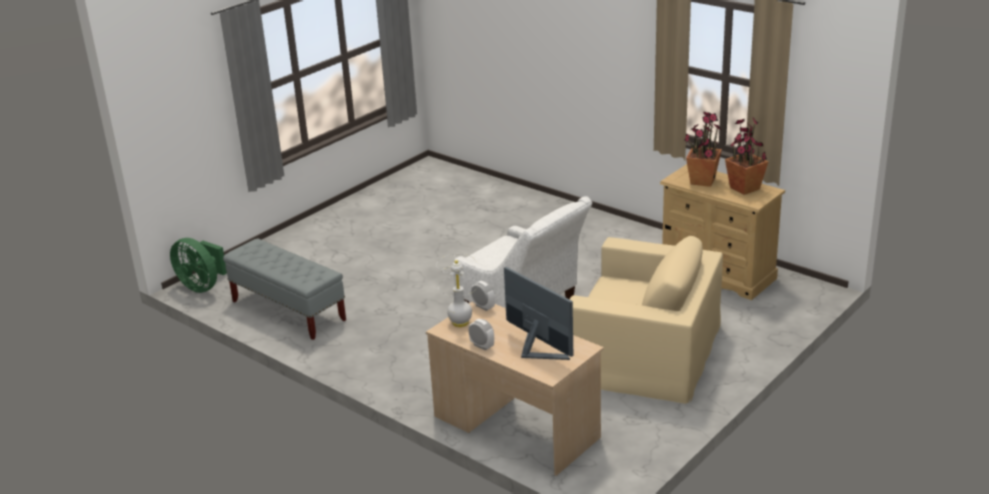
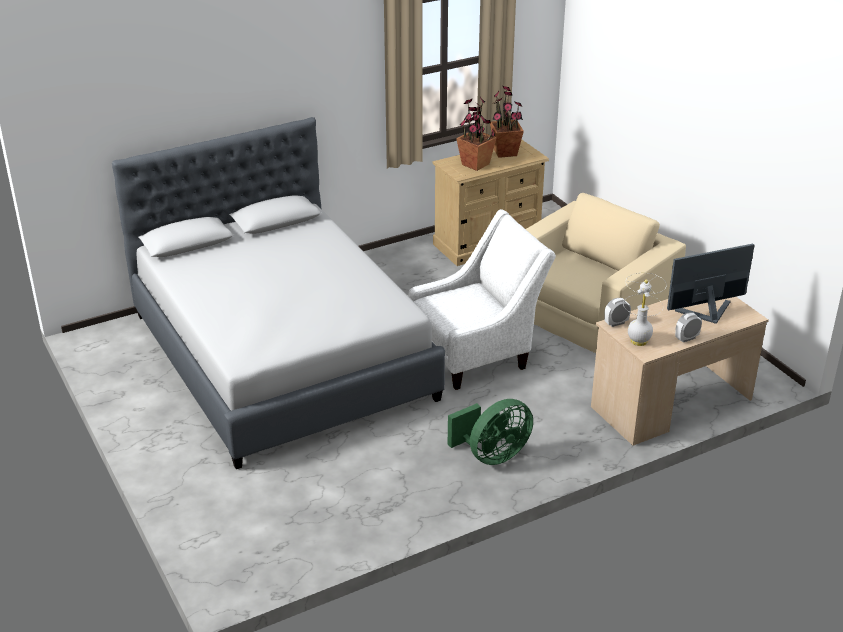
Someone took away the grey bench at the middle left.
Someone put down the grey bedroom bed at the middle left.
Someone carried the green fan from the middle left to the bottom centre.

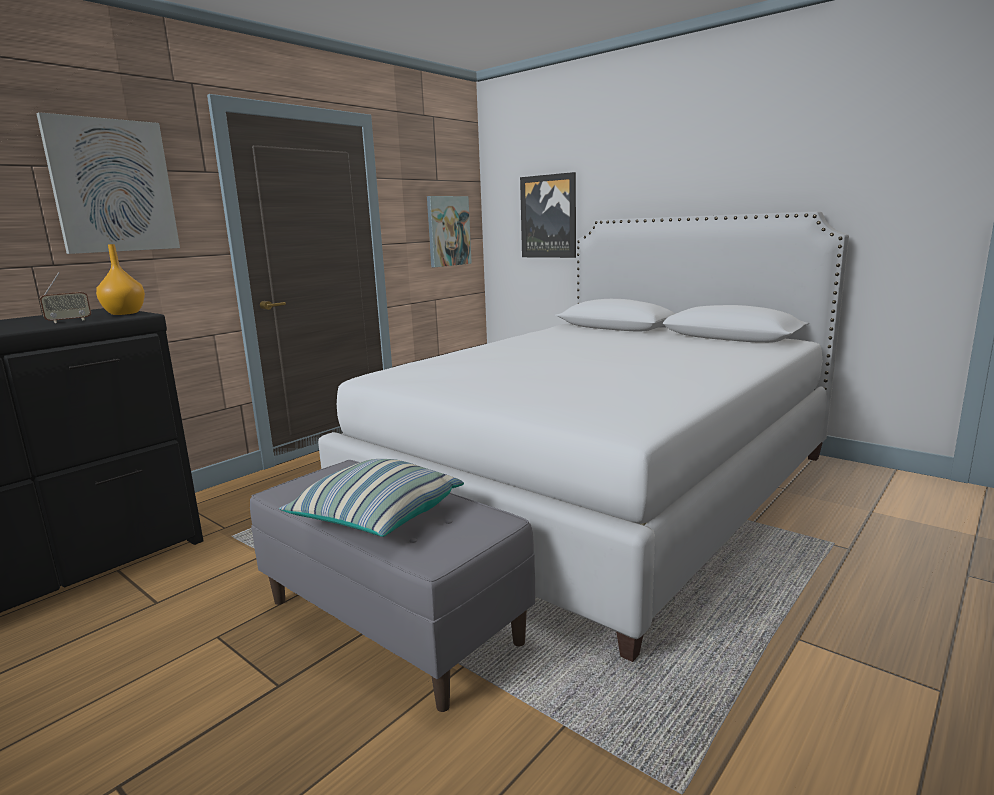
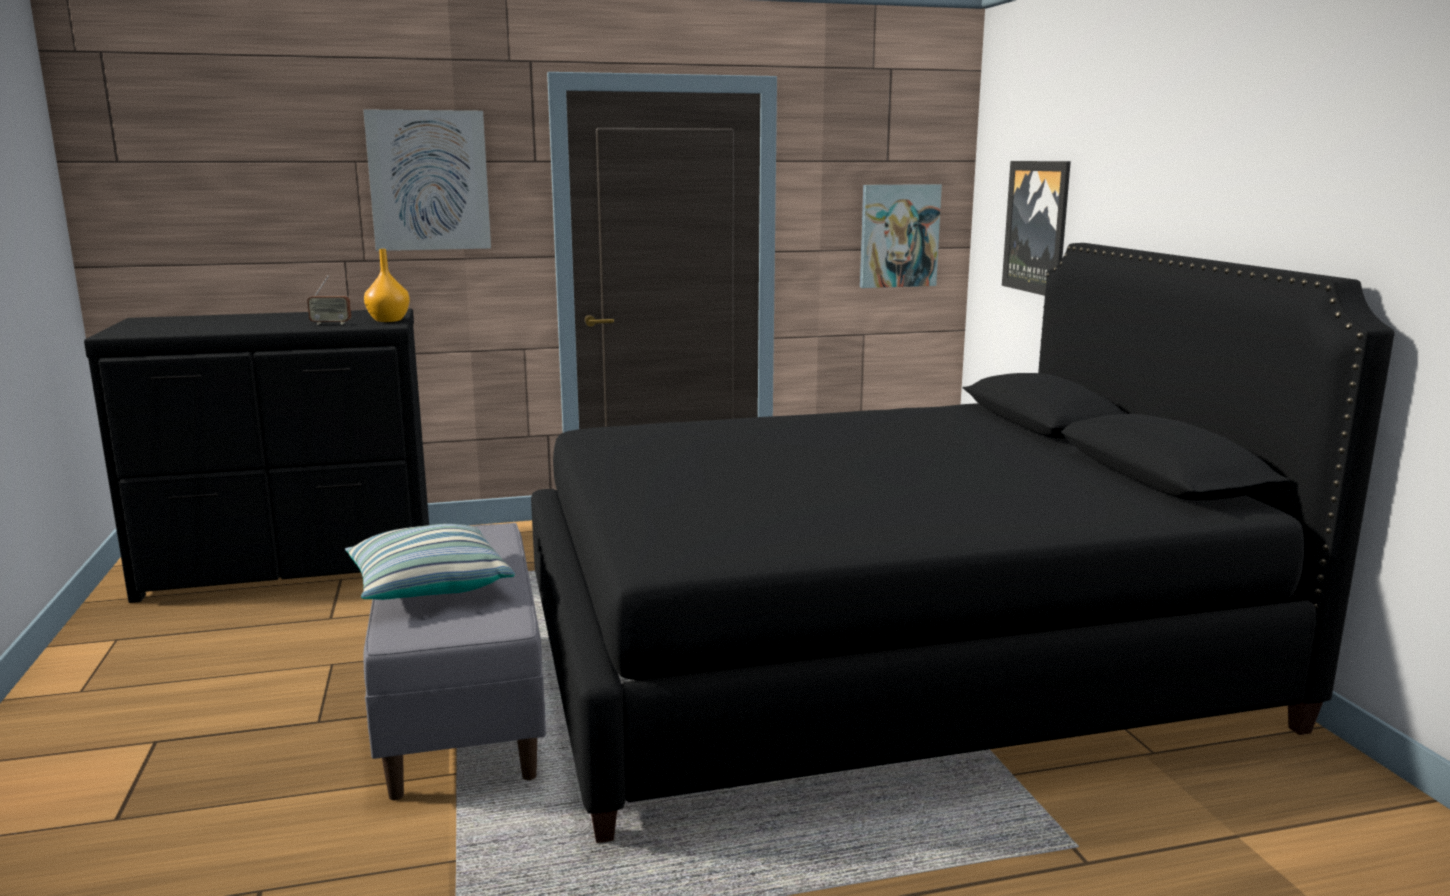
Someone repainted the white bedroom bed at the centre, which became the black-coloured bedroom bed at the centre.

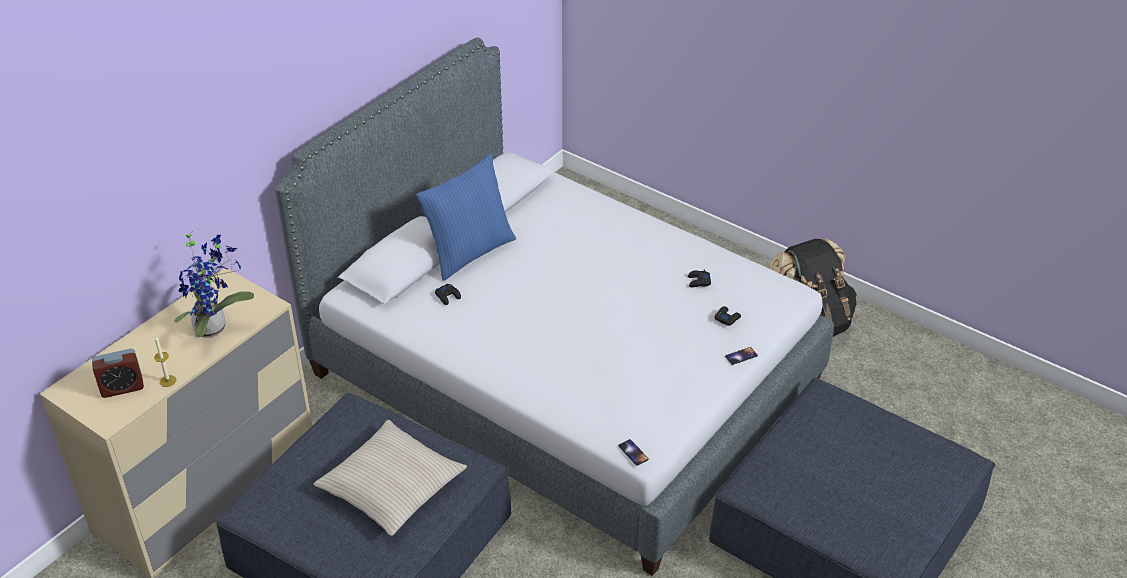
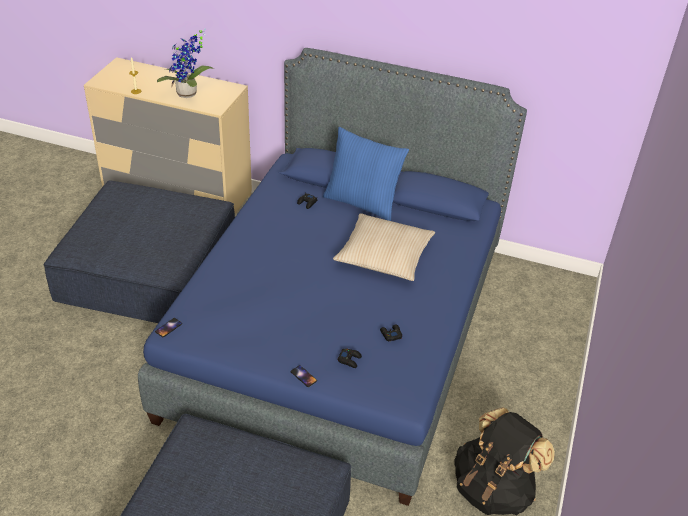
Someone took away the bedside clock at the middle left.
Someone carried the beige-coloured cushion from the bottom centre to the centre.
Someone repainted the grey bedroom bed at the centre, which became the blue bedroom bed at the centre.

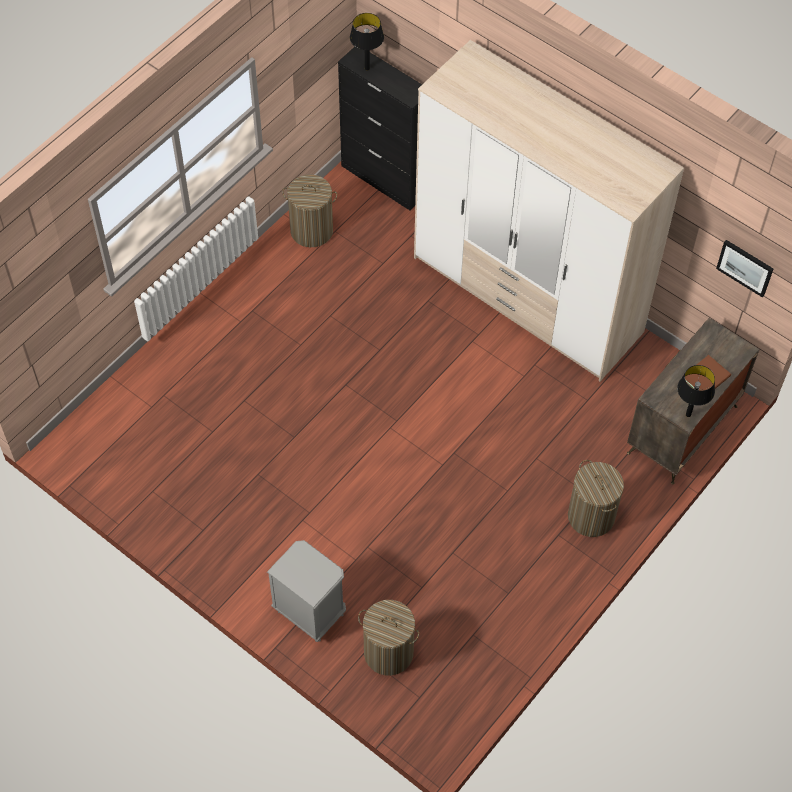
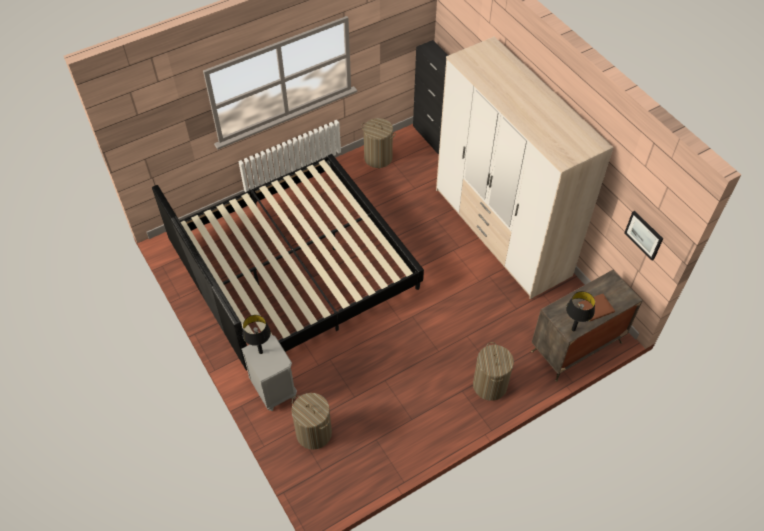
Someone put down the bedroom bed at the centre.
Someone carried the black-coloured tabletop lamp (1st from left) from the top centre to the centre.

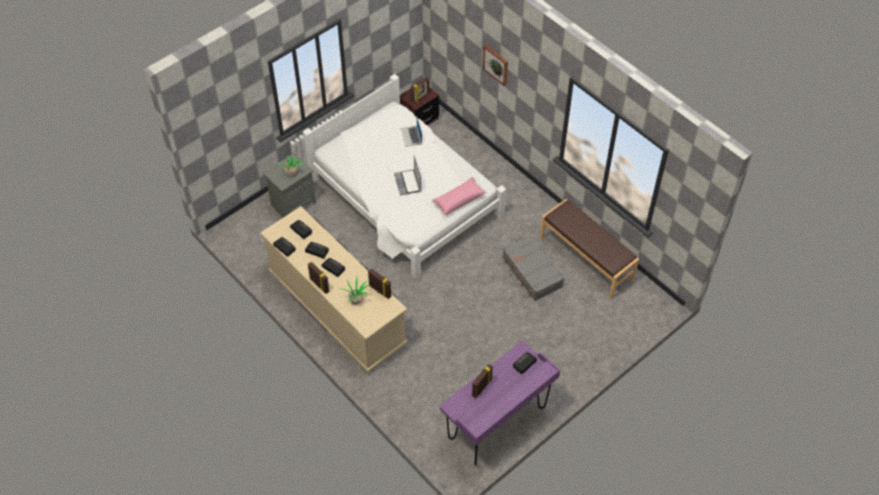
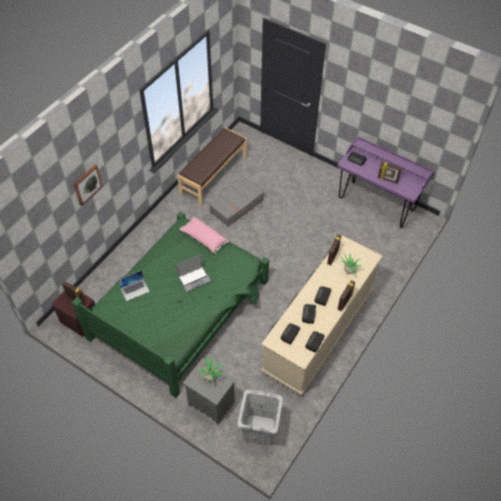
Someone put down the grey hamper at the bottom centre.
Someone repainted the white bedroom bed at the centre, which became the green bedroom bed at the centre.

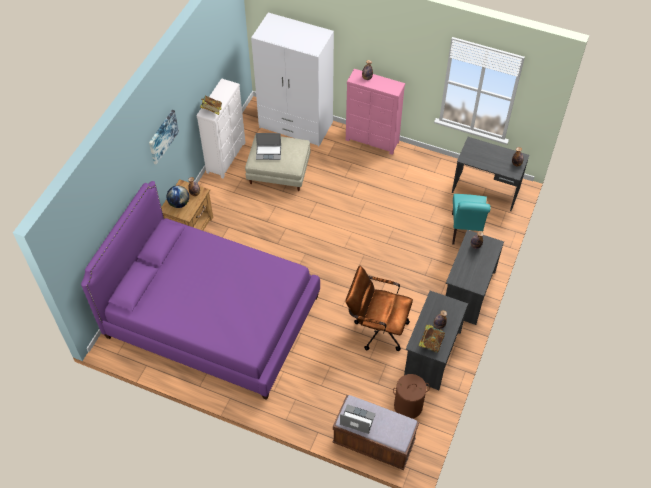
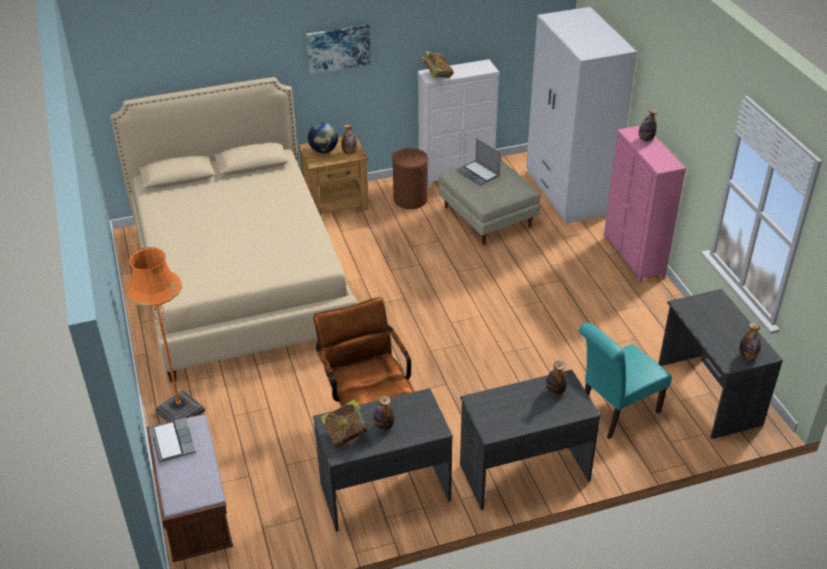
Someone put down the orangey floor lamp at the middle left.
Someone carried the brownish hamper from the bottom centre to the top centre.
Someone repainted the purplish bedroom bed at the middle left, which became the beige-coloured bedroom bed at the middle left.

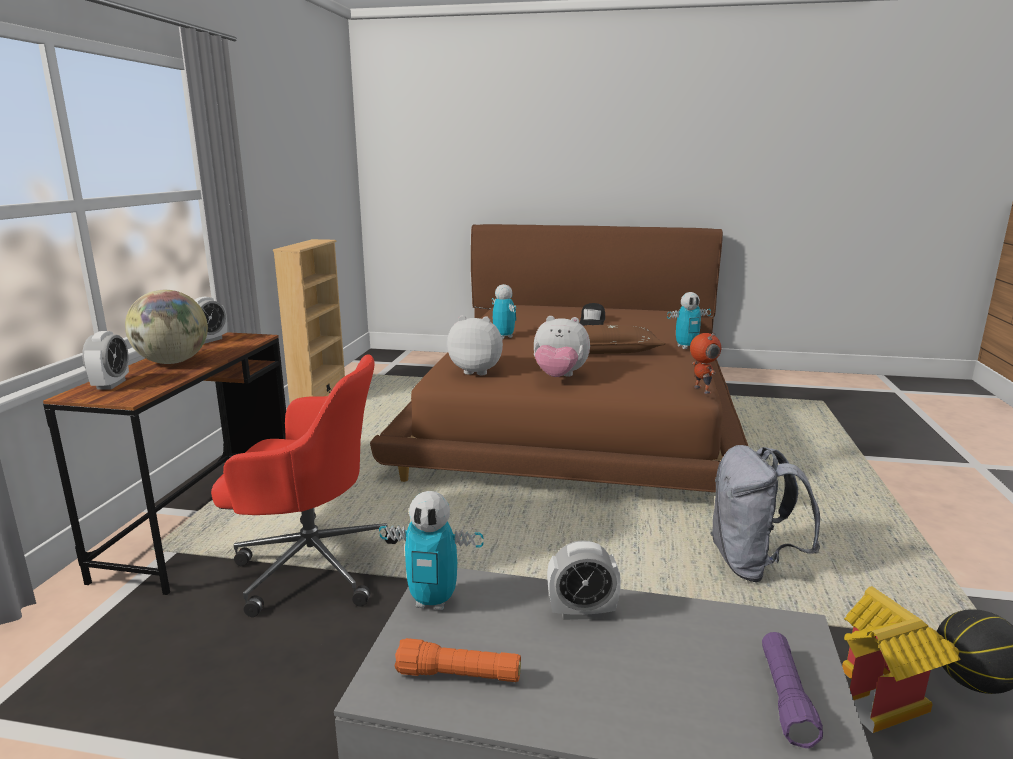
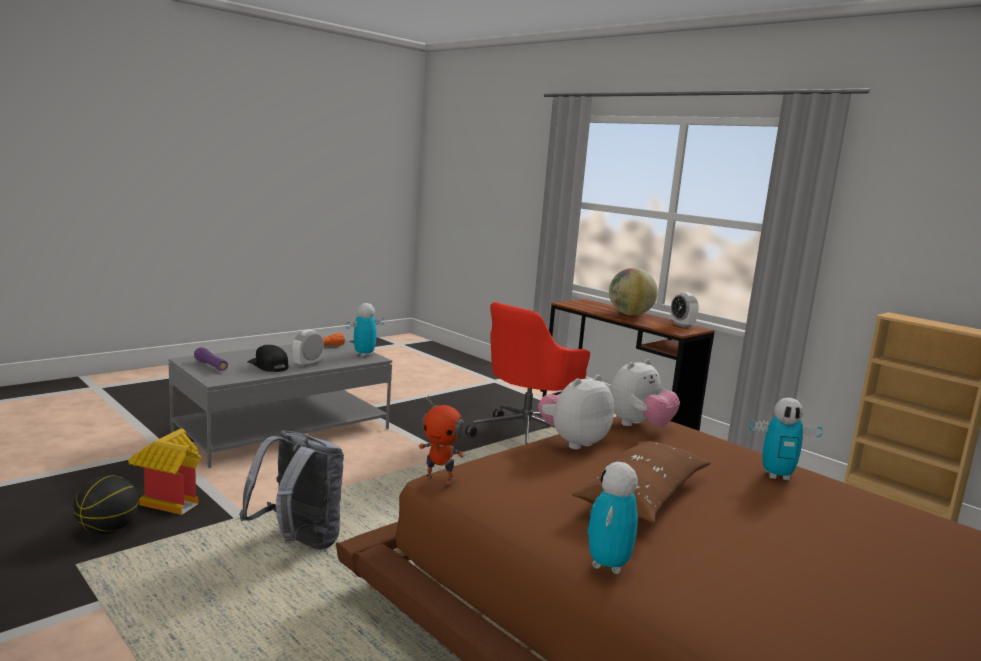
Someone took away the bedside clock (1st from left) at the middle left.
Someone carried the black-coloured baseball cap from the centre to the middle left.

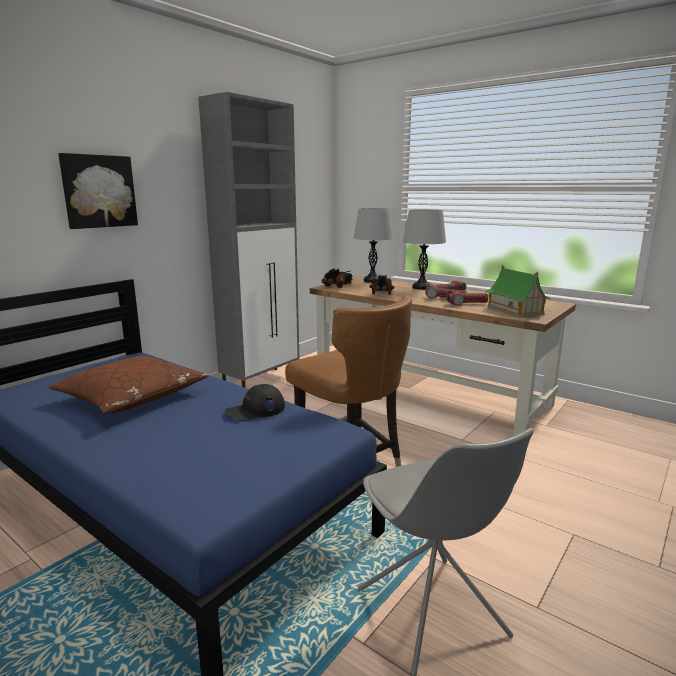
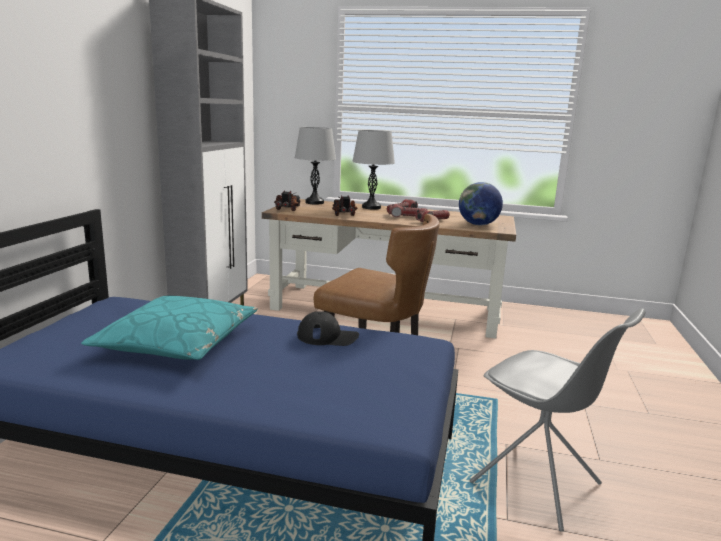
Someone took away the wall art at the top left.
Someone swapped the miniature house at the middle right for the desk globe at the middle right.
Someone repainted the brownish cushion at the middle left, which became the turquoise-coloured cushion at the middle left.
Someone rotated the black-coloured baseball cap at the centre by 120 degrees counterclockwise.

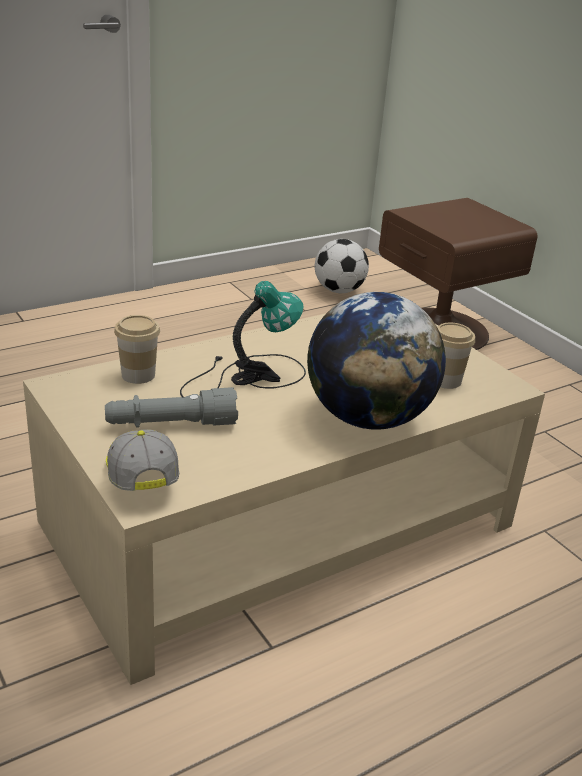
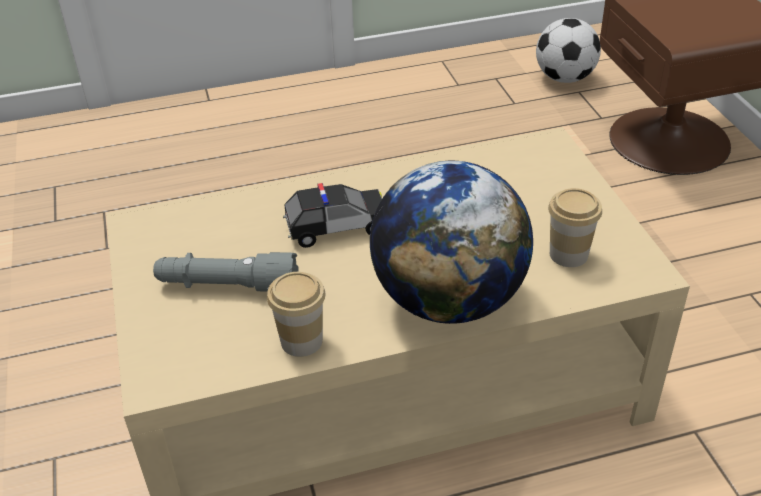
Someone took away the baseball cap at the middle left.
Someone carried the small cup (1st from left) from the middle left to the centre.
Someone swapped the tabletop lamp at the centre for the miniature car at the centre.

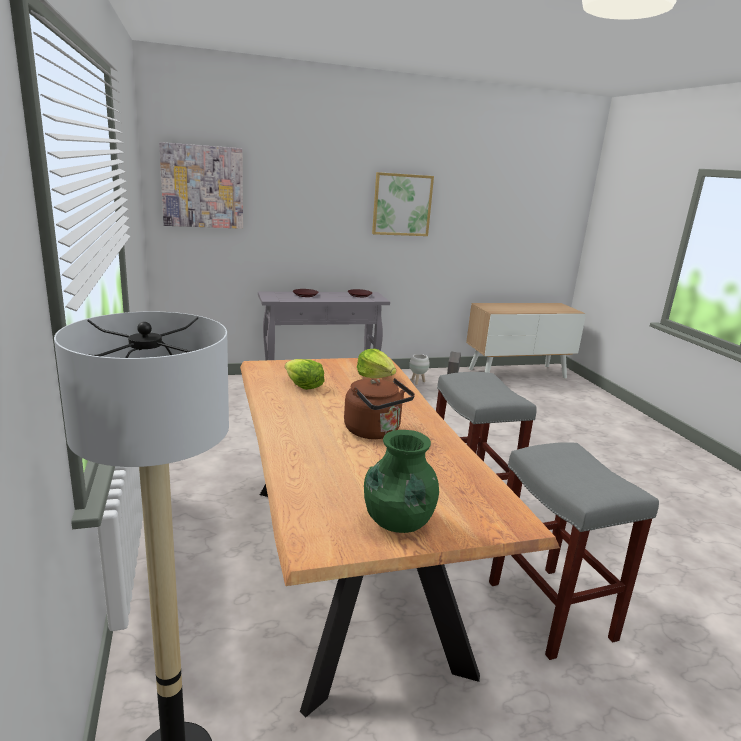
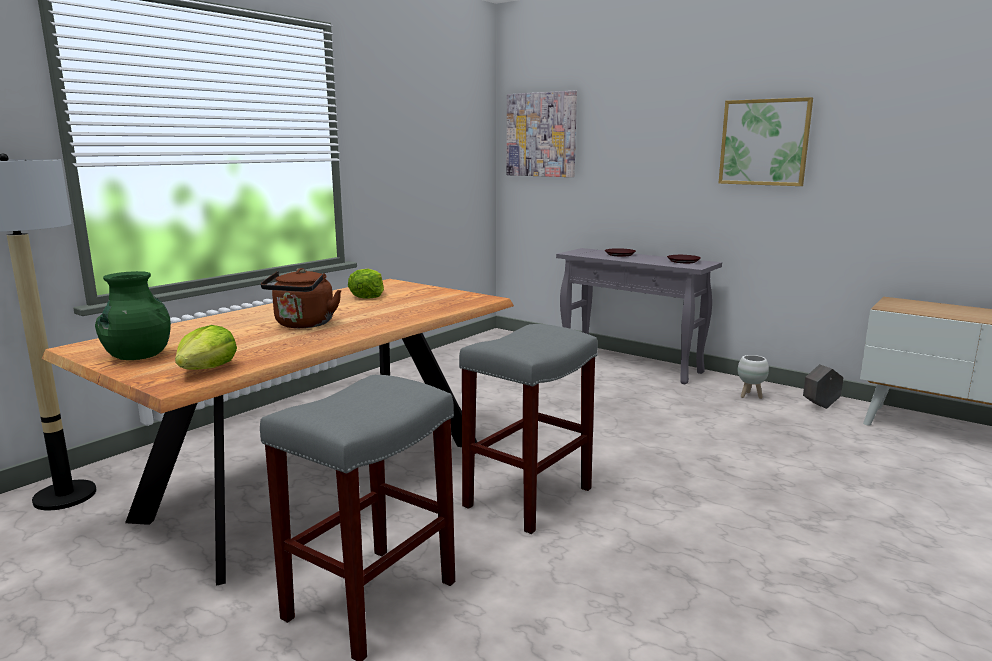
Someone carried the lettuce (2nd from left in the first image) from the centre to the middle left.

